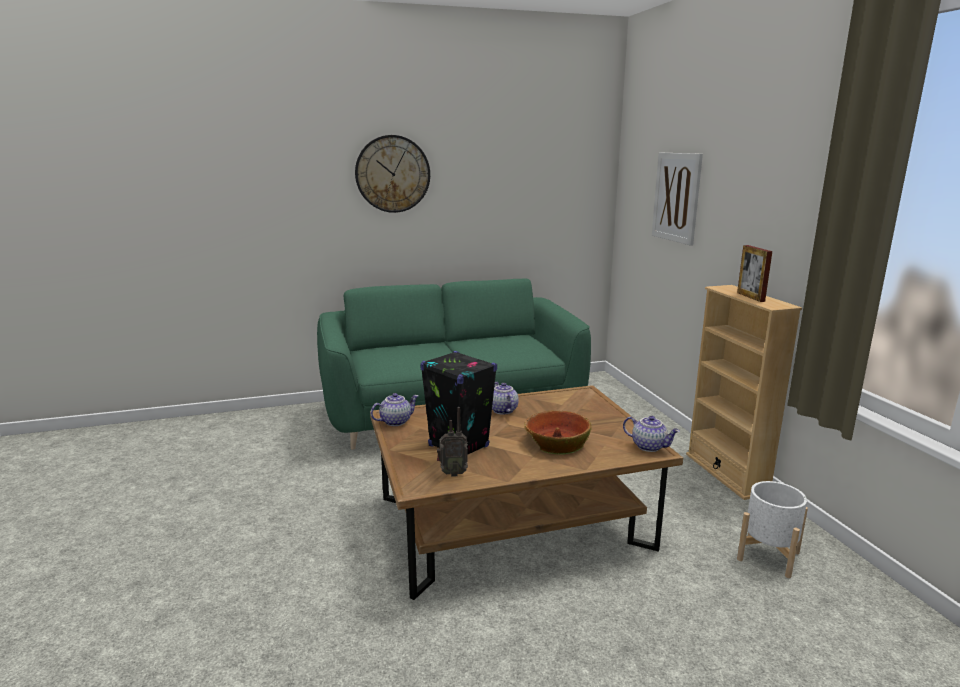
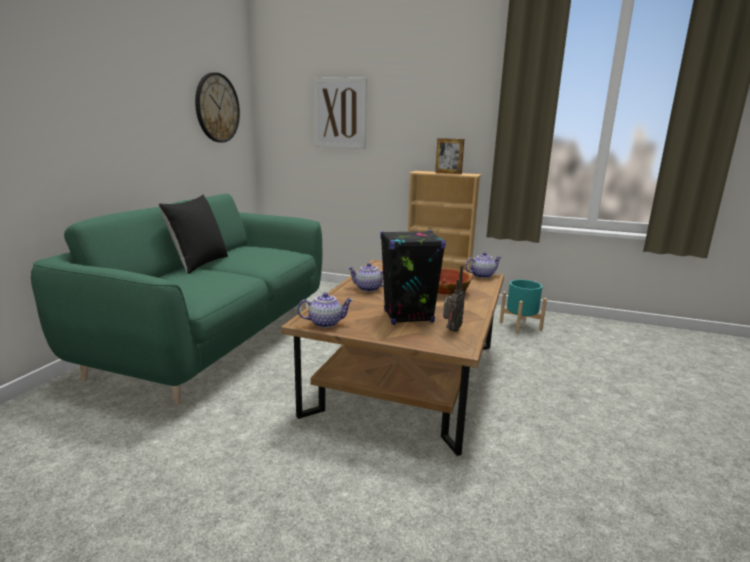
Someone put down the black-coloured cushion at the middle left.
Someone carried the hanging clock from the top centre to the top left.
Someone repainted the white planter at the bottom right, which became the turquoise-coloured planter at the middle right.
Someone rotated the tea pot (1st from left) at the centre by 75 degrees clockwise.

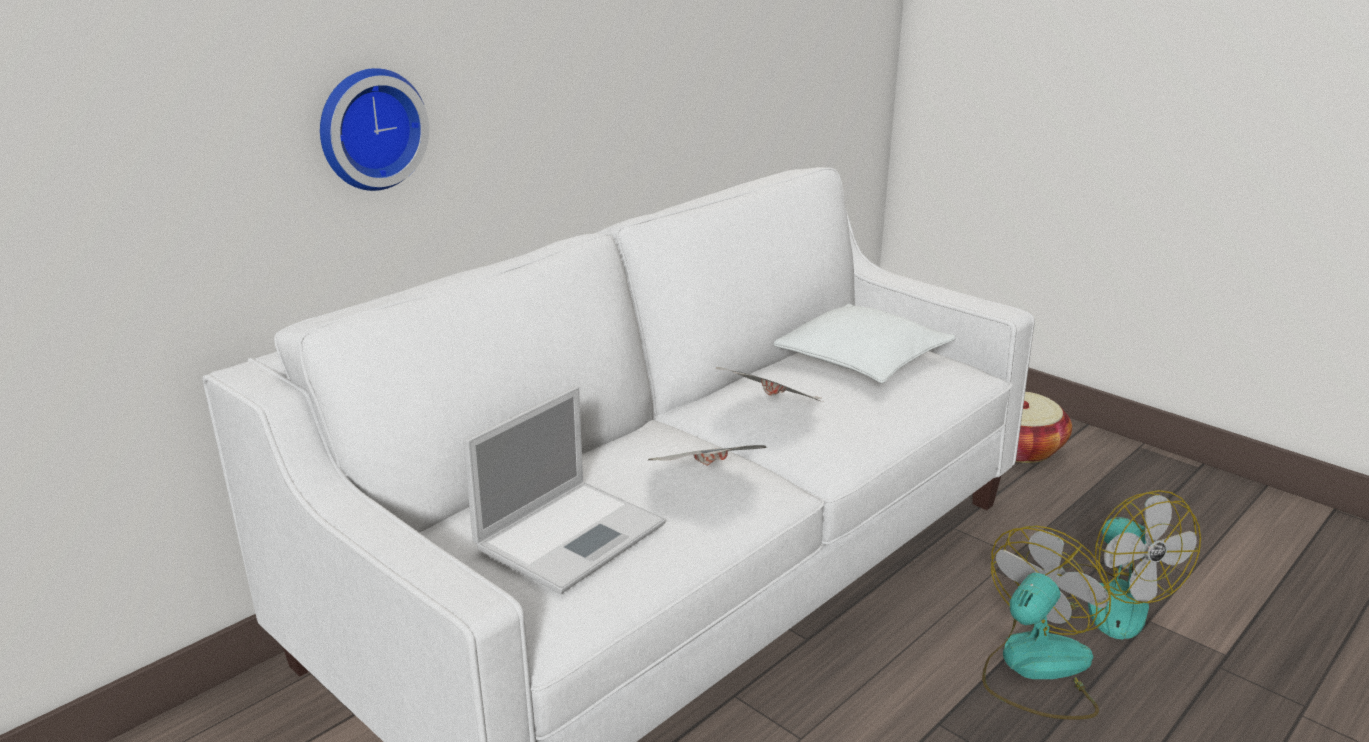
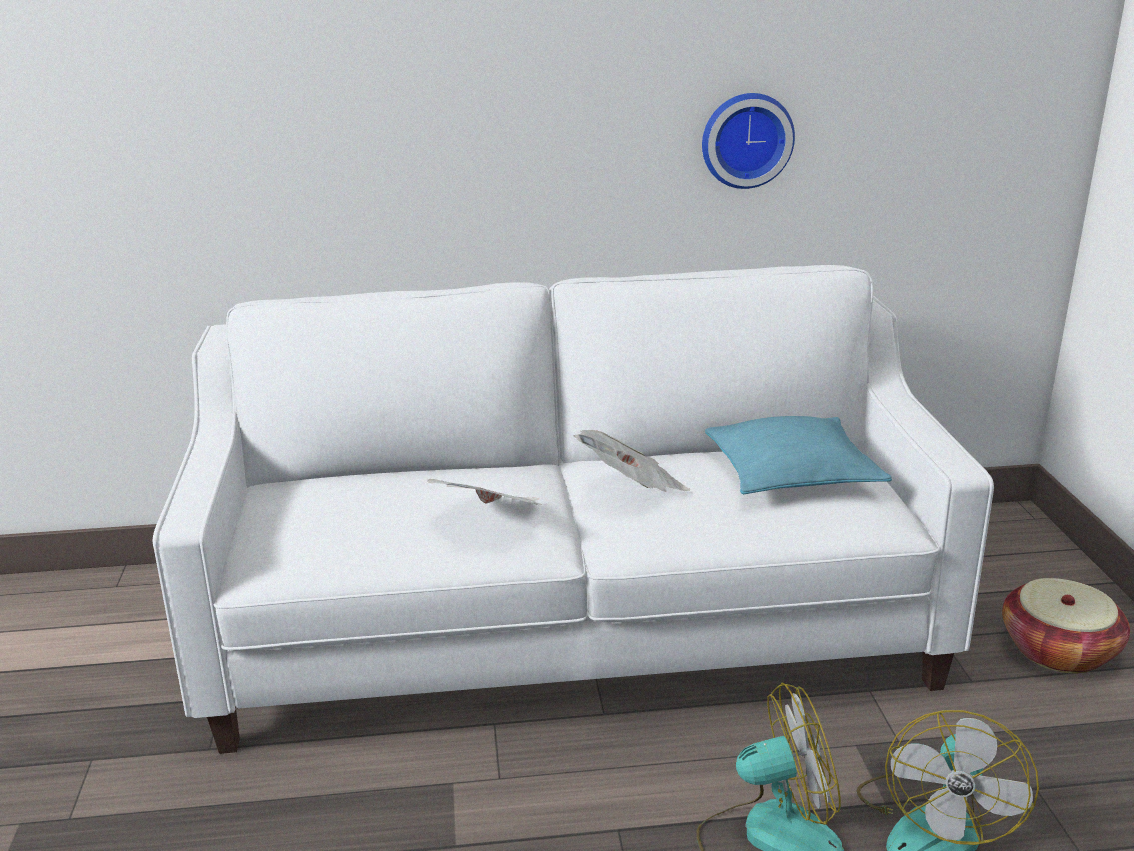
Someone took away the laptop at the centre.
Someone carried the hanging clock from the top left to the top centre.
Someone repainted the white cushion at the centre, which became the turquoise-coloured cushion at the middle right.

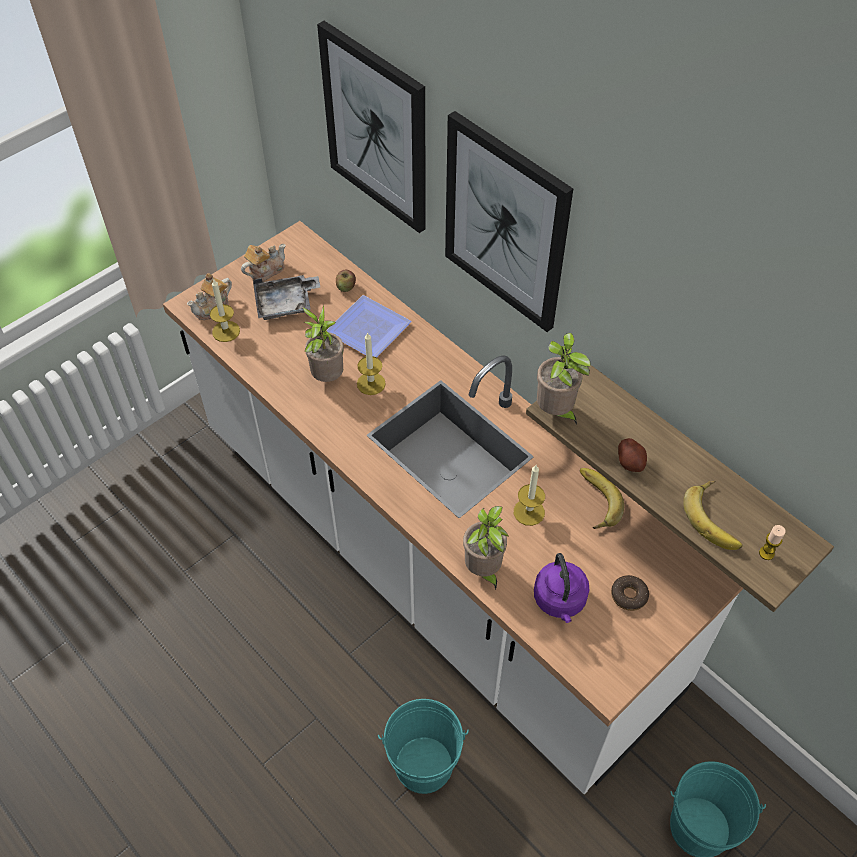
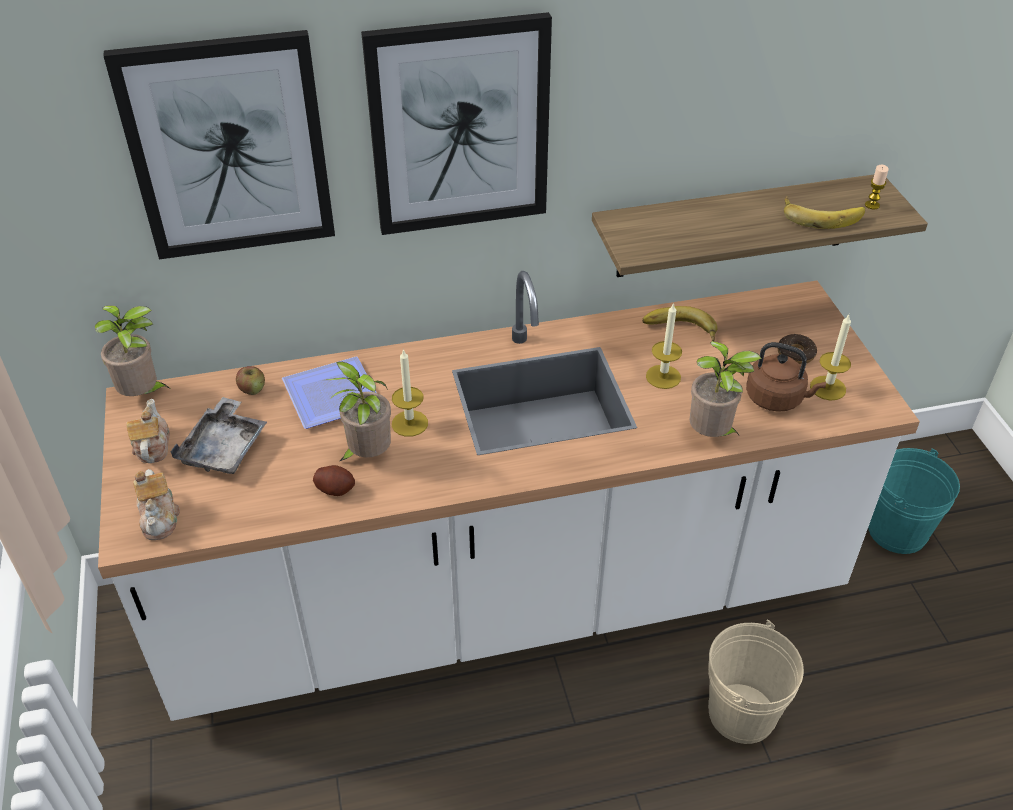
Someone carried the wax candle (1st from left in the first image) from the middle left to the middle right.
Someone carried the houseplant (3rd from left in the first image) from the centre to the middle left.
Someone carried the spud from the middle right to the middle left.
Someone repainted the turquoise-coloured bucket (1st from left) at the bottom centre, which became the beige-coloured bucket at the bottom right.
Someone repainted the purplish kettle at the bottom centre, which became the brownish kettle at the middle right.

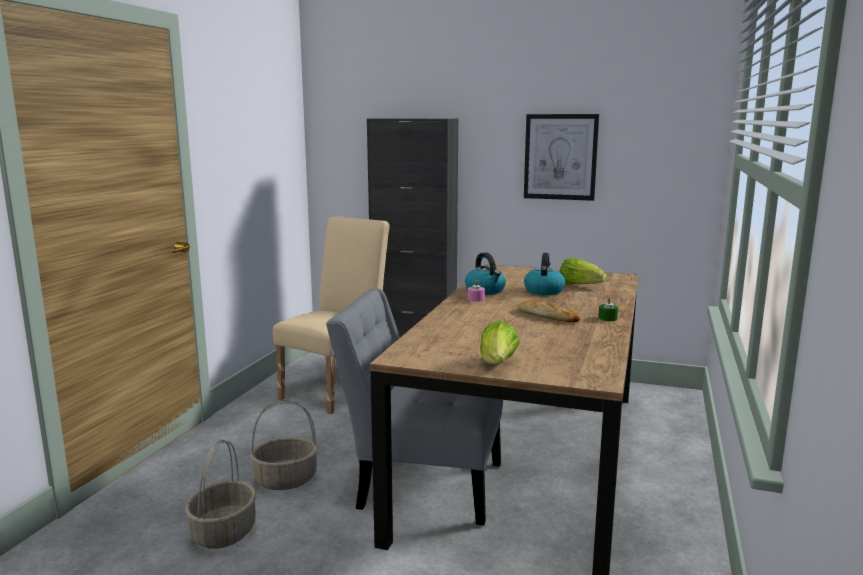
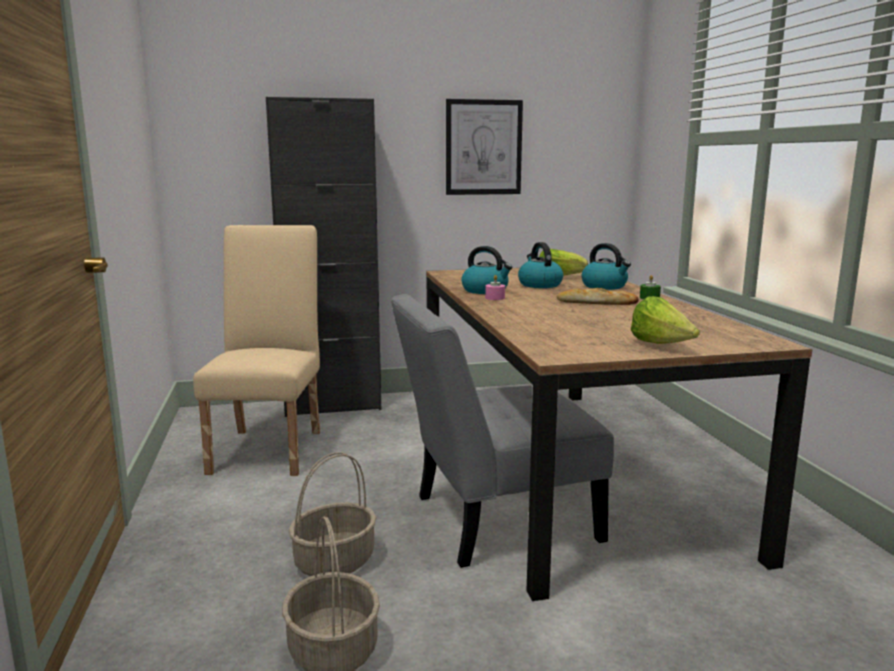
Someone put down the kettle (3rd from left) at the middle right.

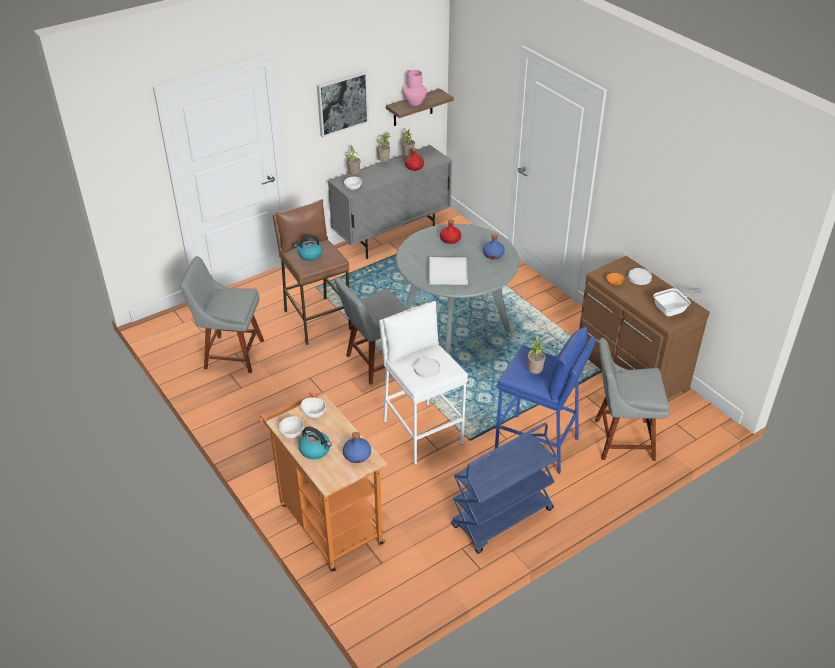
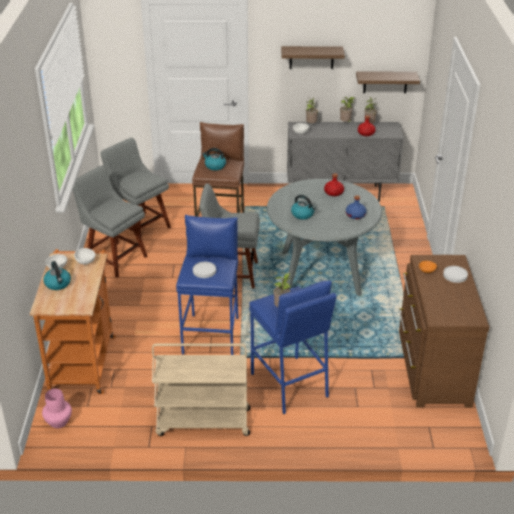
Someone took away the blue beverage bottle (1st from left) at the bottom centre.
Someone took away the pan at the middle right.
Someone carried the pink-coloured vase from the top centre to the bottom left.
Someone carried the grey upright chair (3rd from left in the first image) from the middle right to the middle left.
Someone swapped the wall art at the top centre for the wall shelf (1st from left) at the top centre.
Someone swapped the white carrying tray at the centre for the kettle (3rd from left) at the centre.
Someone repainted the white sitting stool at the centre, which became the blue sitting stool (1st from left) at the centre.
Someone repainted the blue cart at the bottom centre, which became the beige-coloured cart at the bottom centre.

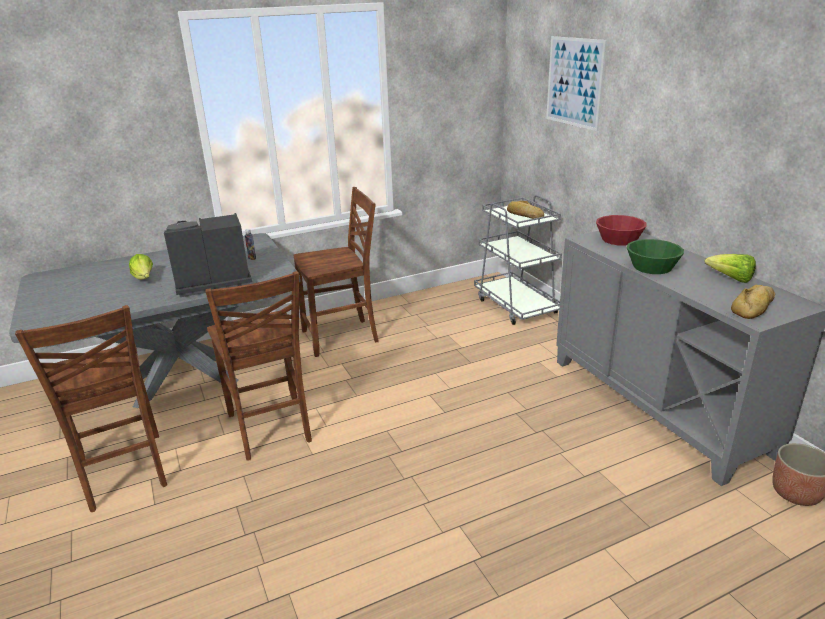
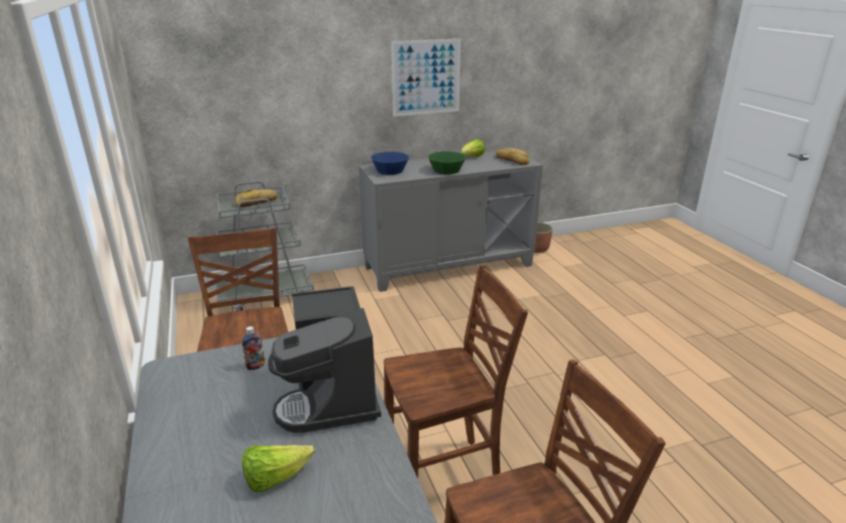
Someone carried the wall art from the top right to the top centre.
Someone repainted the reddish deep dish at the middle right, which became the blue deep dish at the top centre.

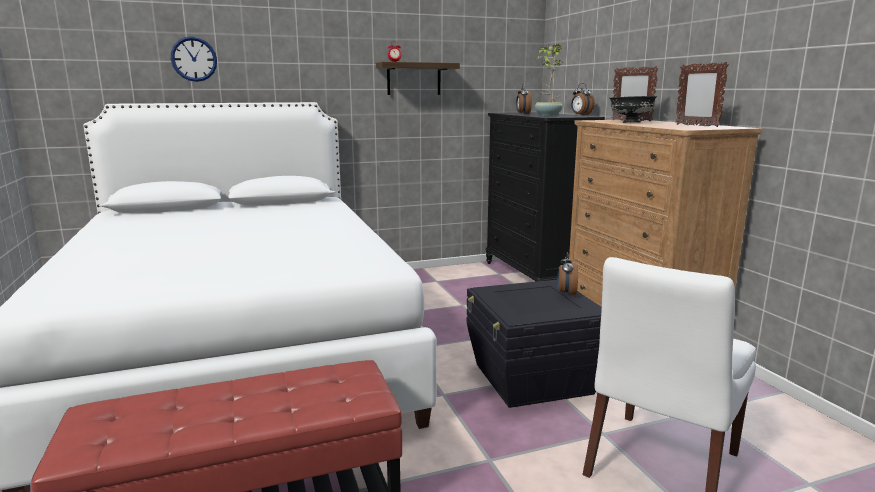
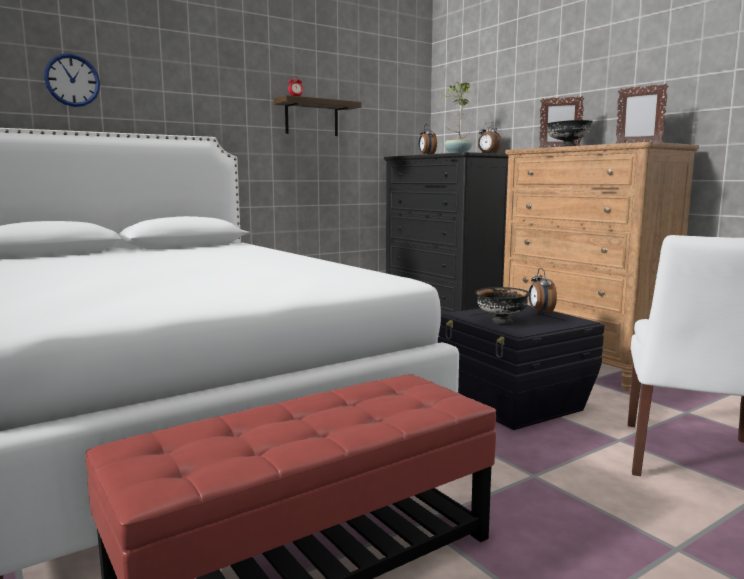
Someone put down the black-coloured deep dish (1st from left) at the middle right.

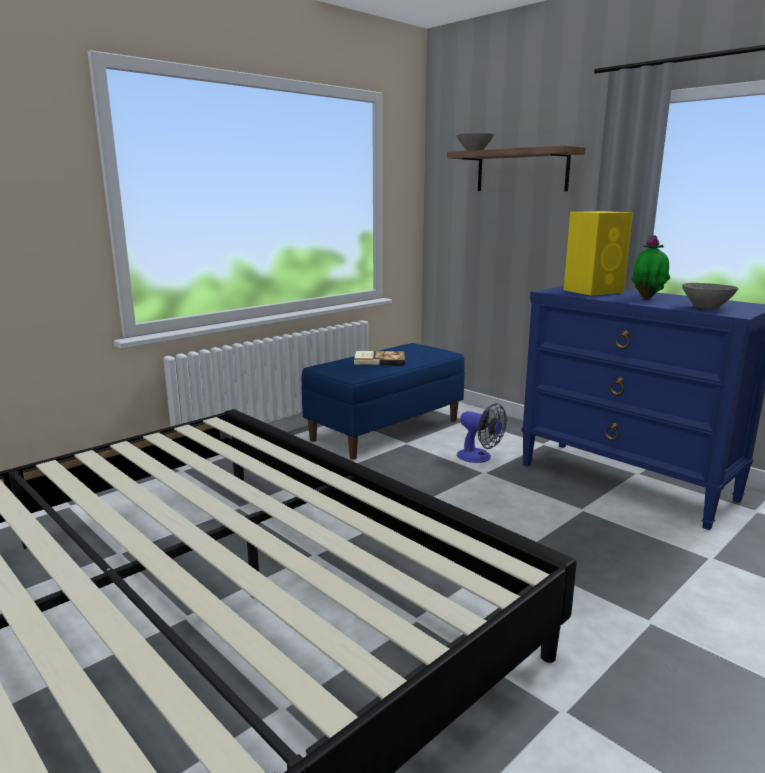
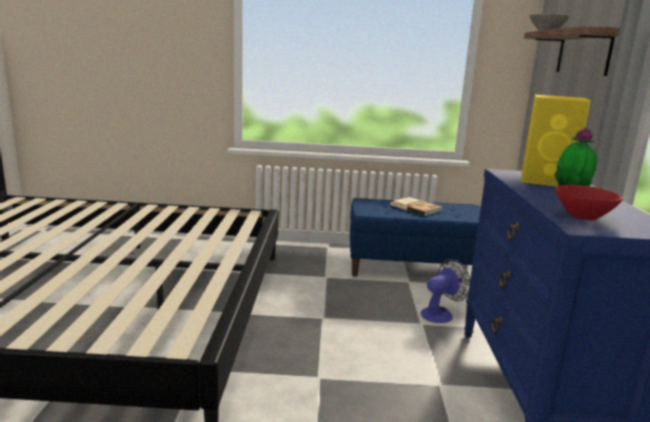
Someone repainted the grey deep dish (2nd from left) at the middle right, which became the reddish deep dish at the middle right.
Someone rotated the fan at the centre by 120 degrees counterclockwise.

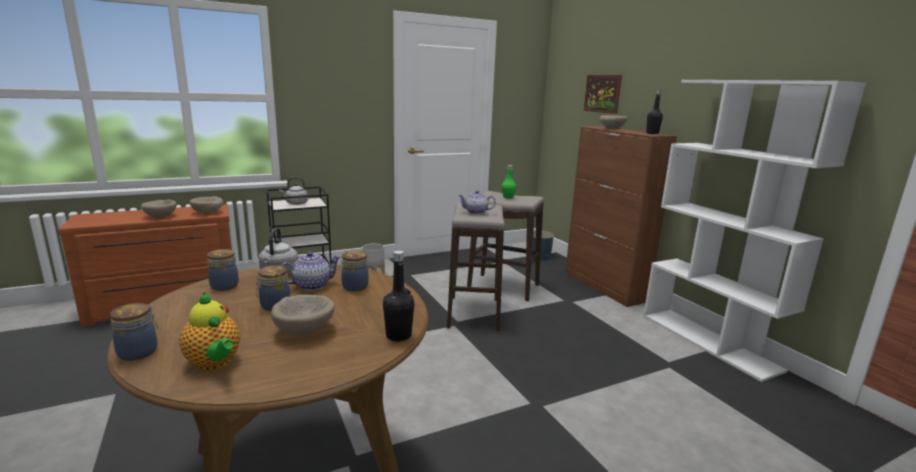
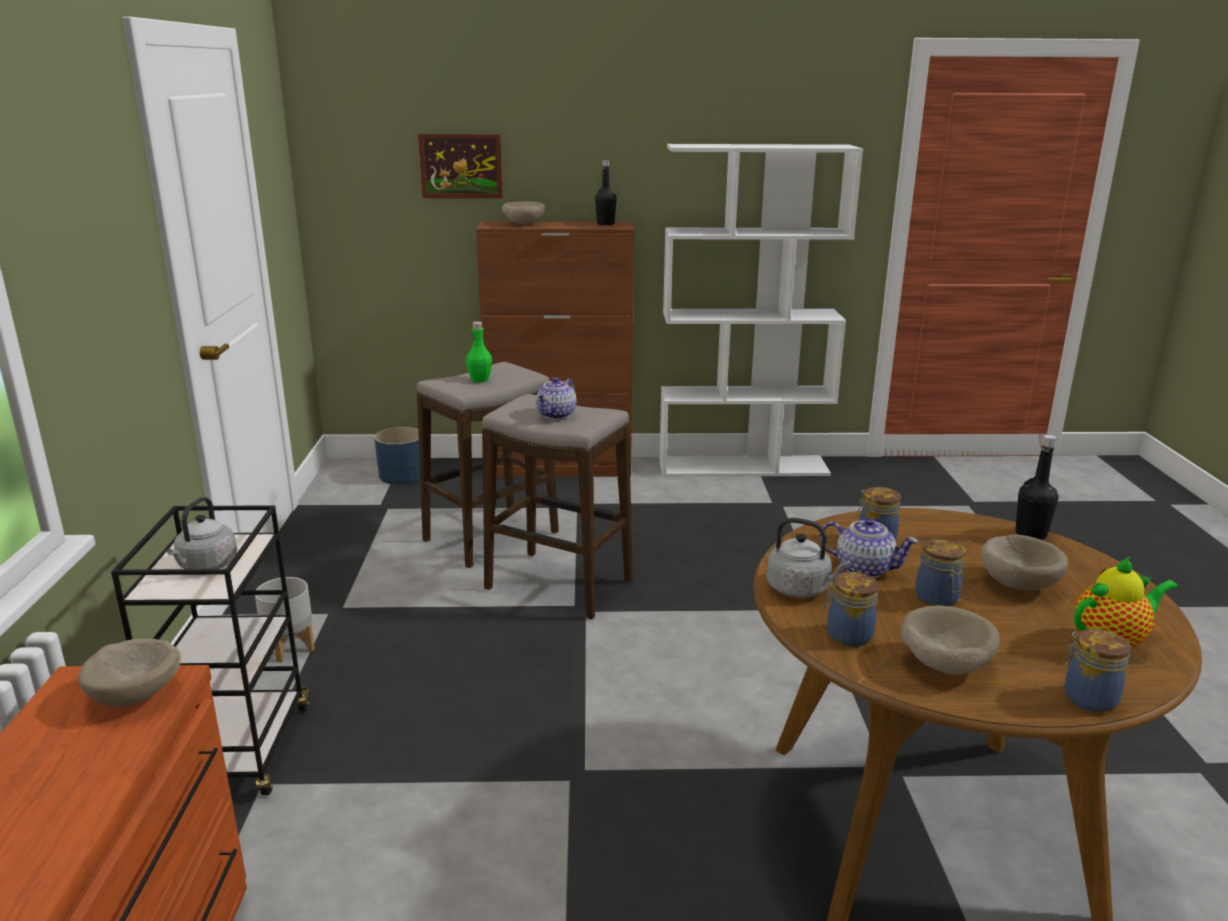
Someone carried the beige-coloured deep dish (1st from left in the first image) from the middle left to the bottom right.
Someone rotated the tea pot (2nd from left) at the centre by 120 degrees clockwise.

